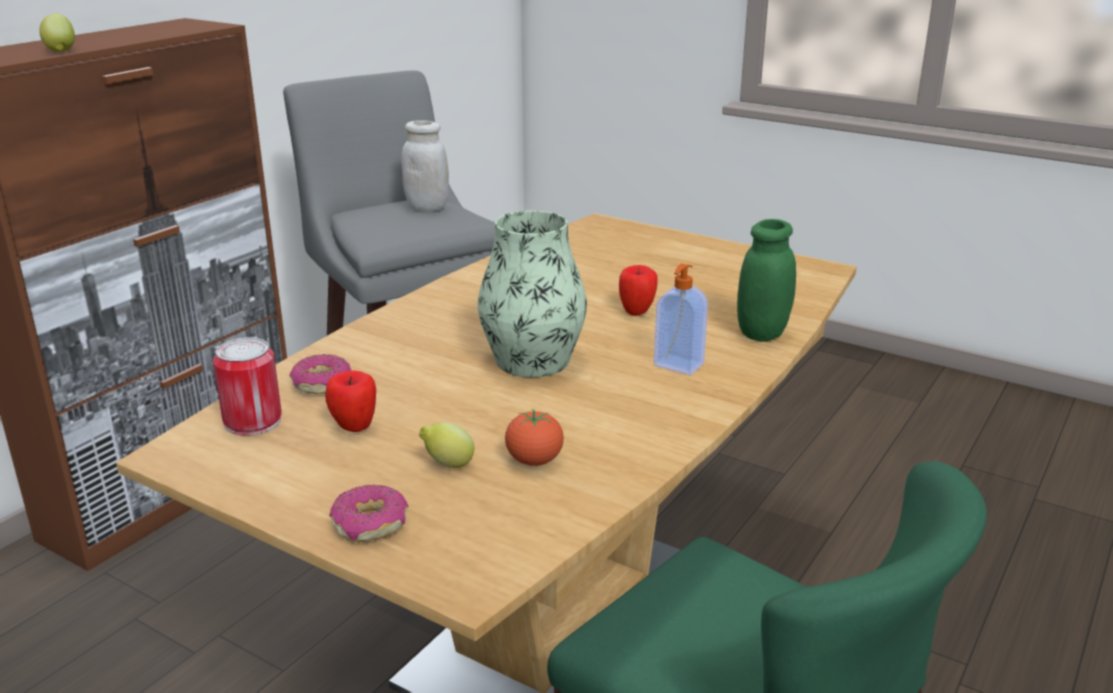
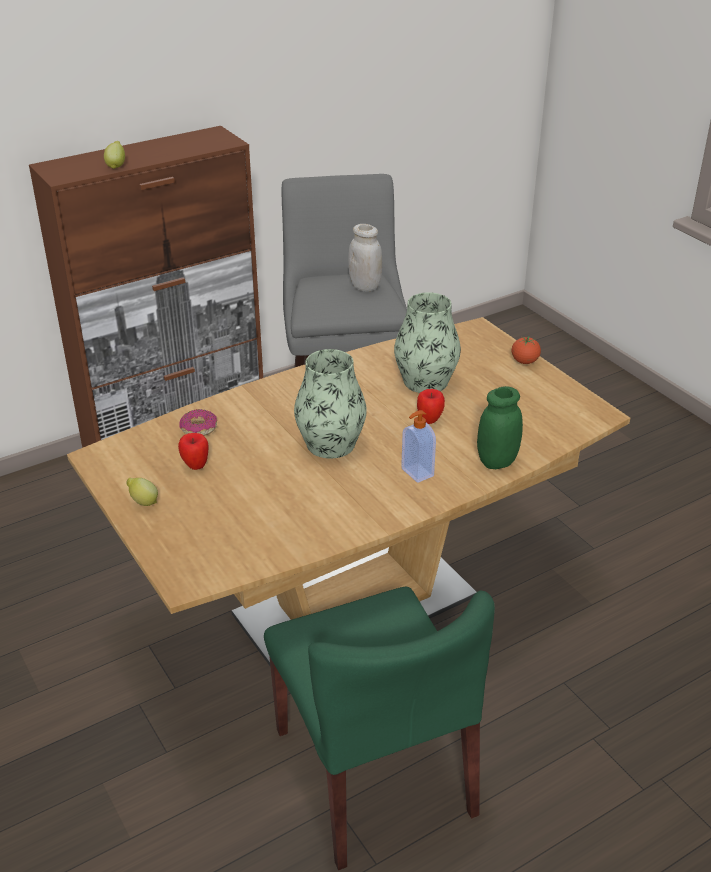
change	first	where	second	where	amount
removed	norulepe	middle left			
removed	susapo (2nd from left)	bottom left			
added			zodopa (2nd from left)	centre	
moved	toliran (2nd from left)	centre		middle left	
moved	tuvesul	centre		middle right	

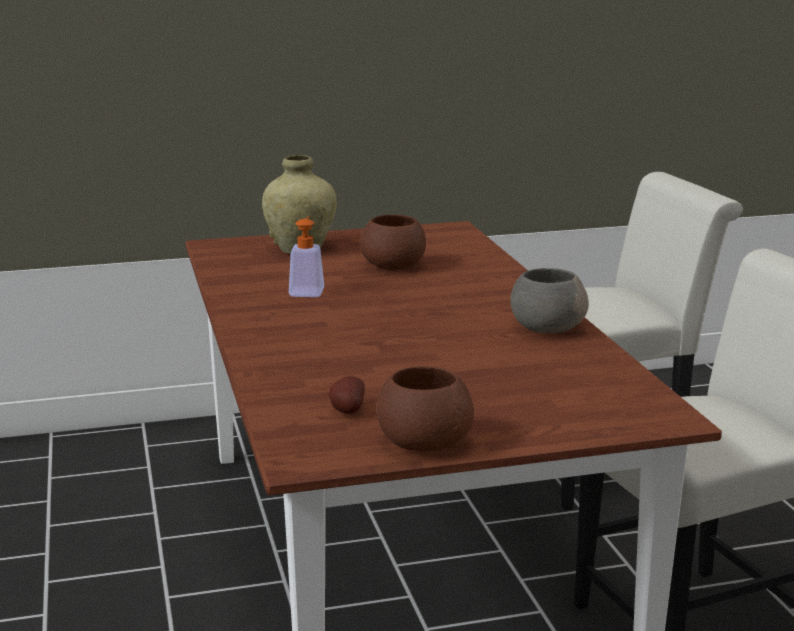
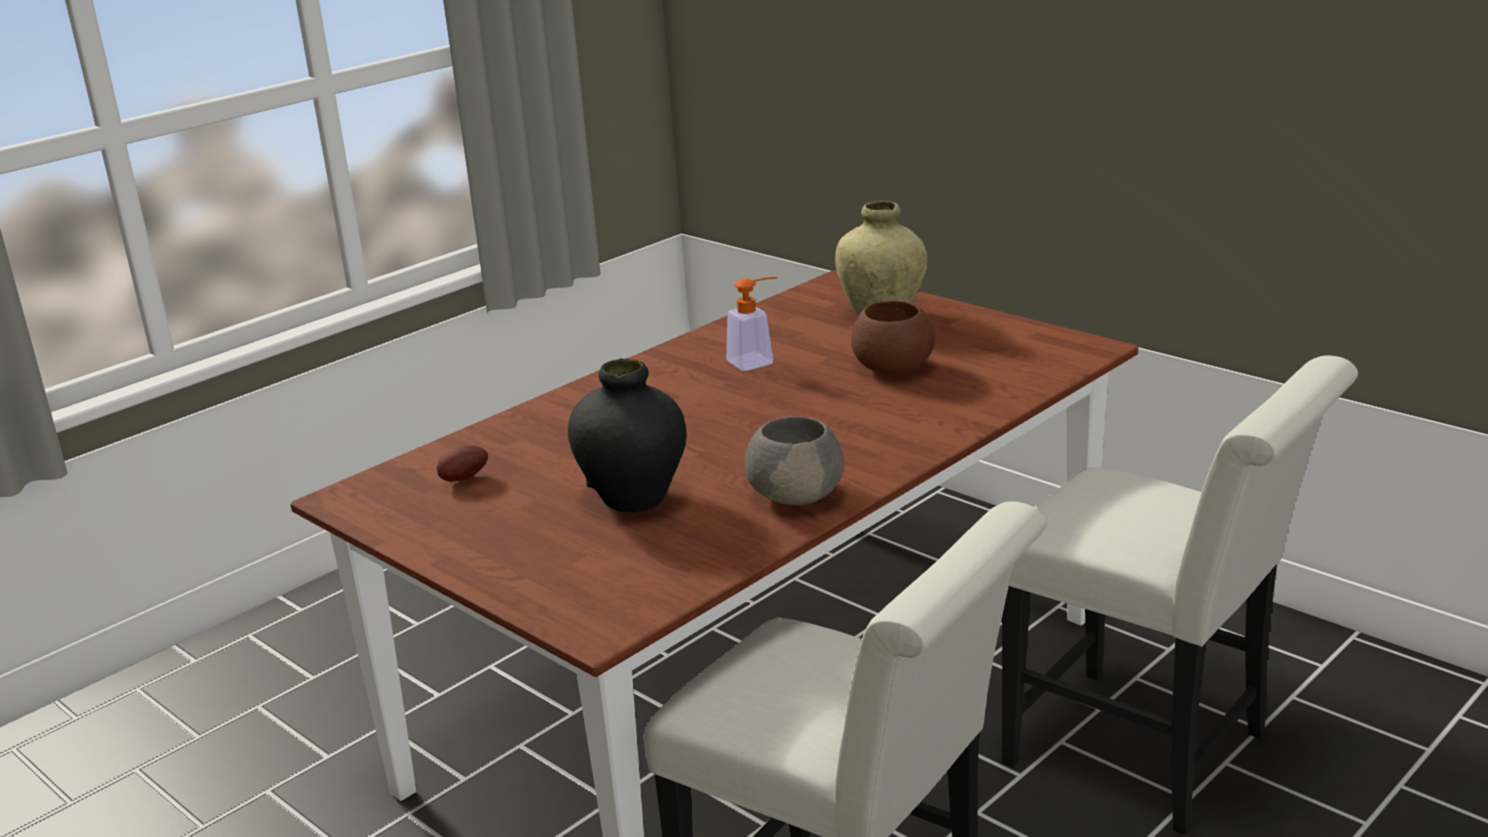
change	first	where	second	where	amount
removed	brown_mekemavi (2nd from left)	centre			
added			black_zodopa	centre	

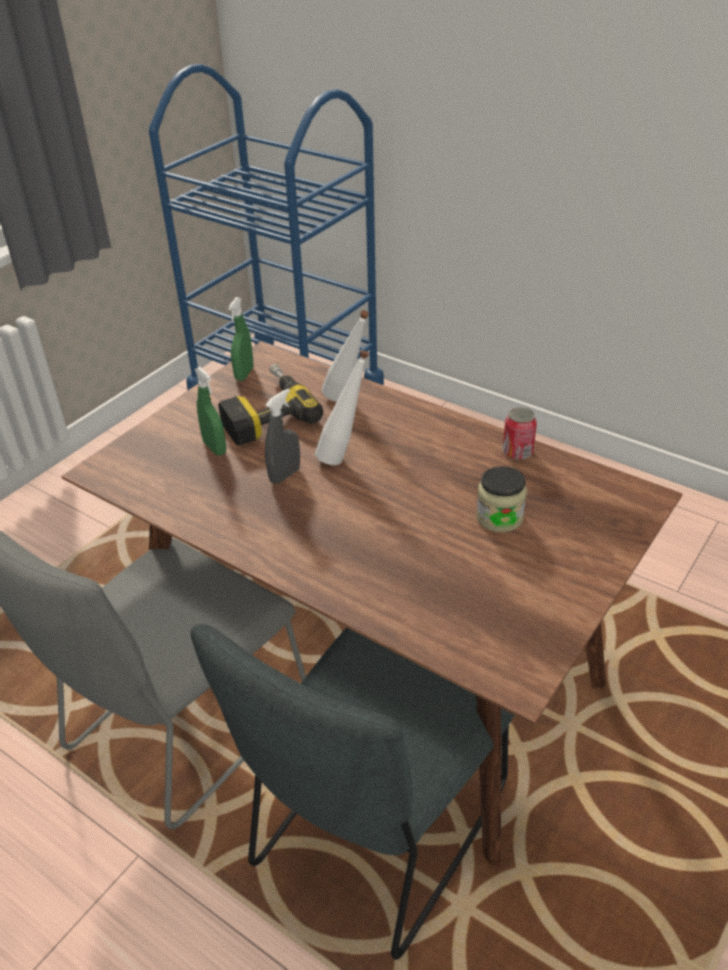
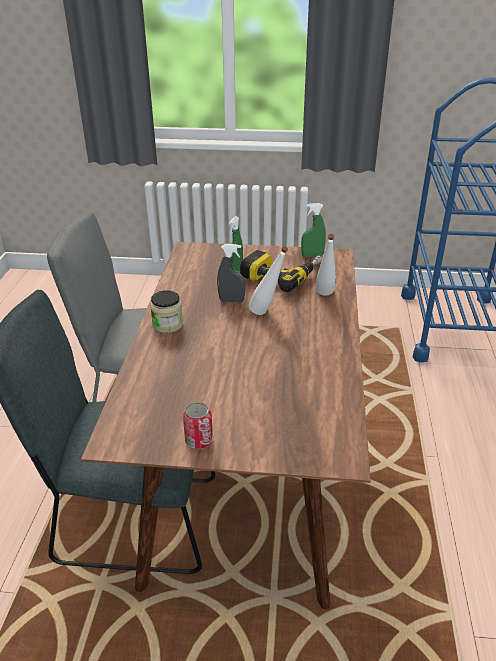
change	first	where	second	where	amount
moved	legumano	middle right		centre	
moved	norulepe	middle right		centre	

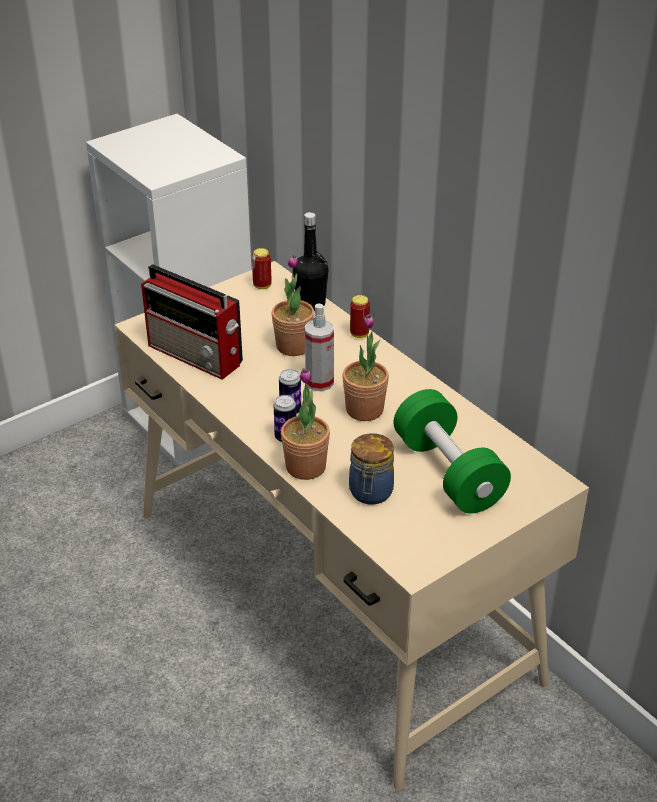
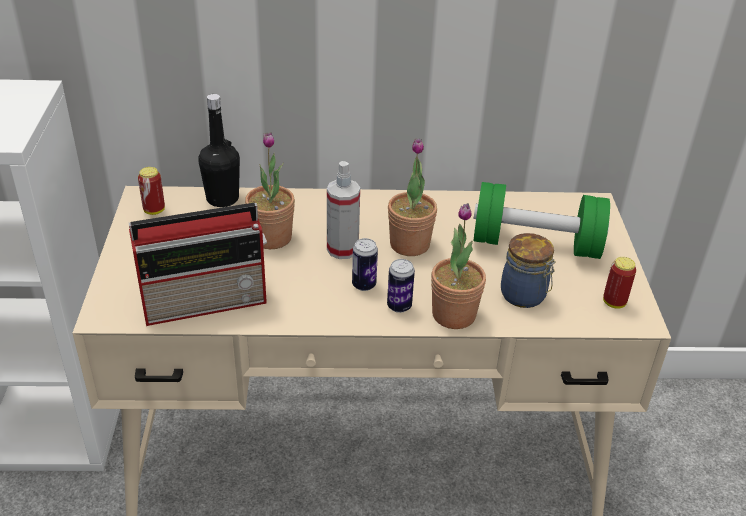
change	first	where	second	where	amount
moved	norulepe (4th from left)	centre		middle right	

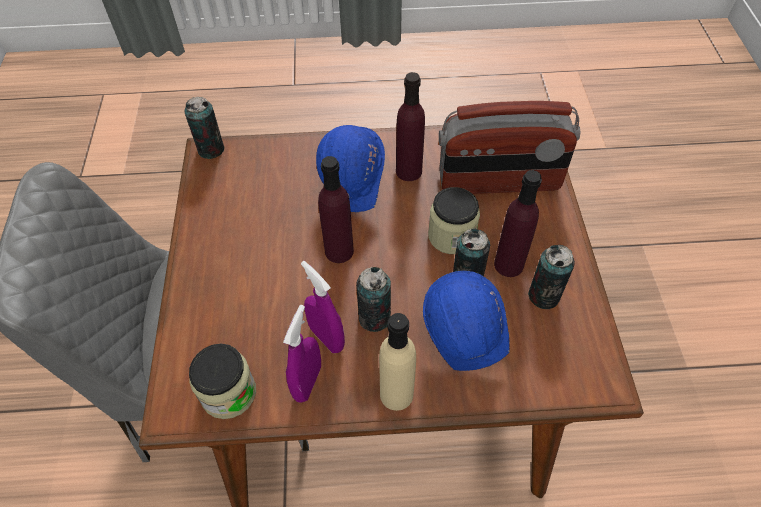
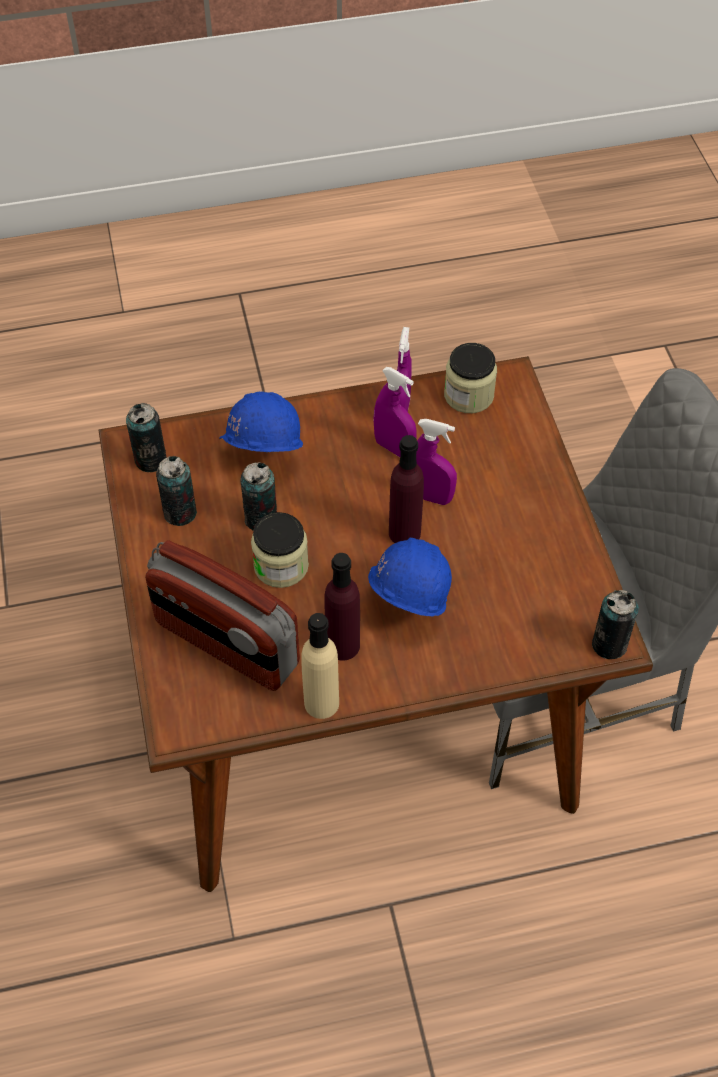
change	first	where	second	where	amount
removed	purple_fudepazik (3rd from left)	middle right			
added			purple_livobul (3rd from left)	centre	
moved	norulepe (2nd from left in the first image)	centre	norulepe (1st from left)	middle left	
moved	beige_fudepazik	bottom centre		centre	
turned	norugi	top right		middle left	135 degrees counterclockwise

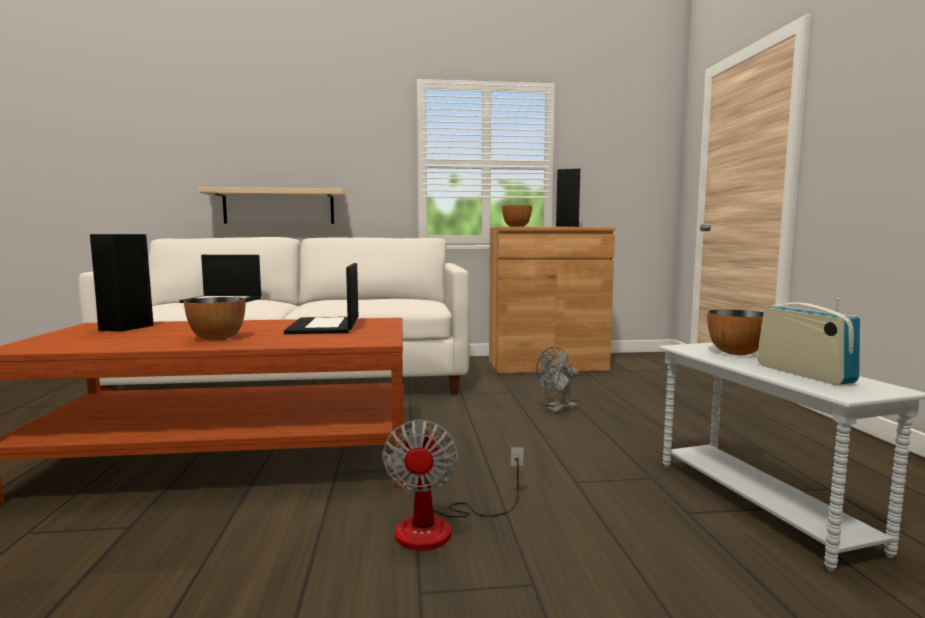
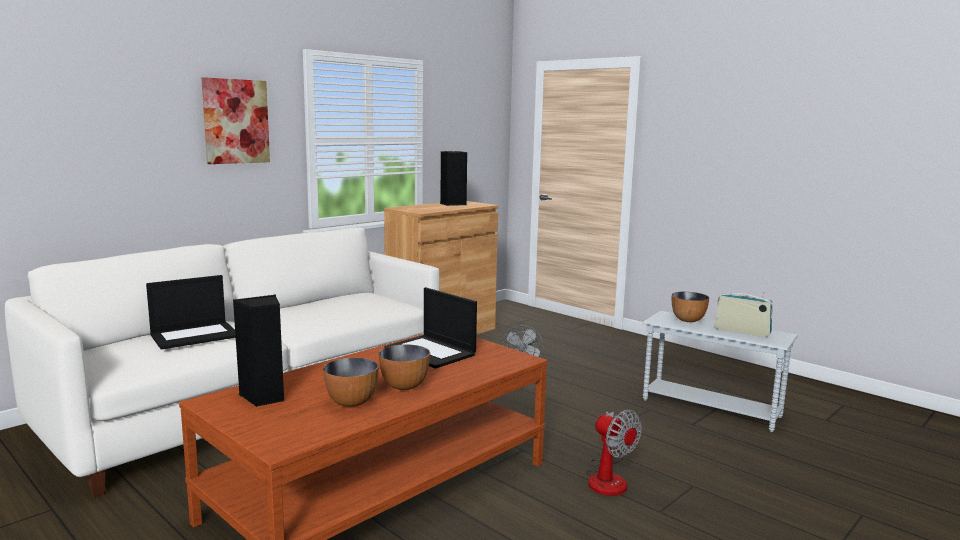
change	first	where	second	where	amount
removed	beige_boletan	top left			
added			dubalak	top left	
moved	mekemavi (2nd from left in the first image)	centre	mekemavi (1st from left)	bottom centre	

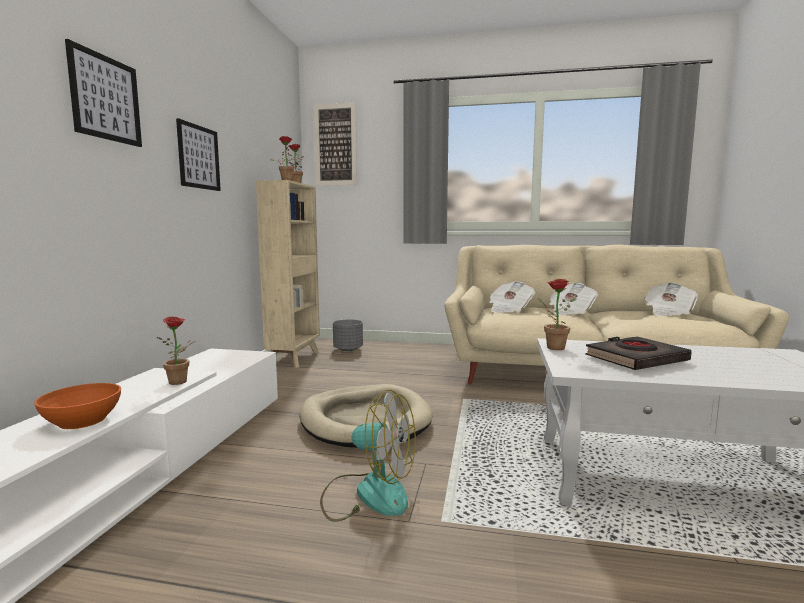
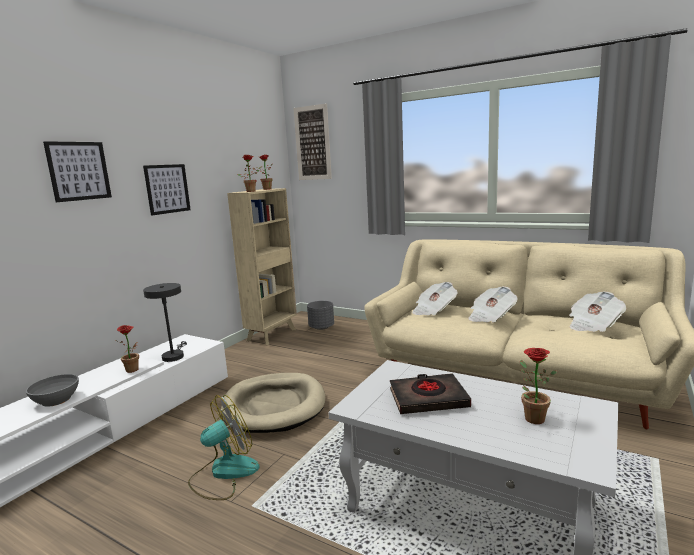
change	first	where	second	where	amount
added			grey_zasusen	middle left	
moved	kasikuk (4th from left)	middle right		bottom right	
recoloured	orange_mekemavi	bottom left	grey_mekemavi	bottom left	
turned	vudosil	bottom centre		bottom left	75 degrees counterclockwise

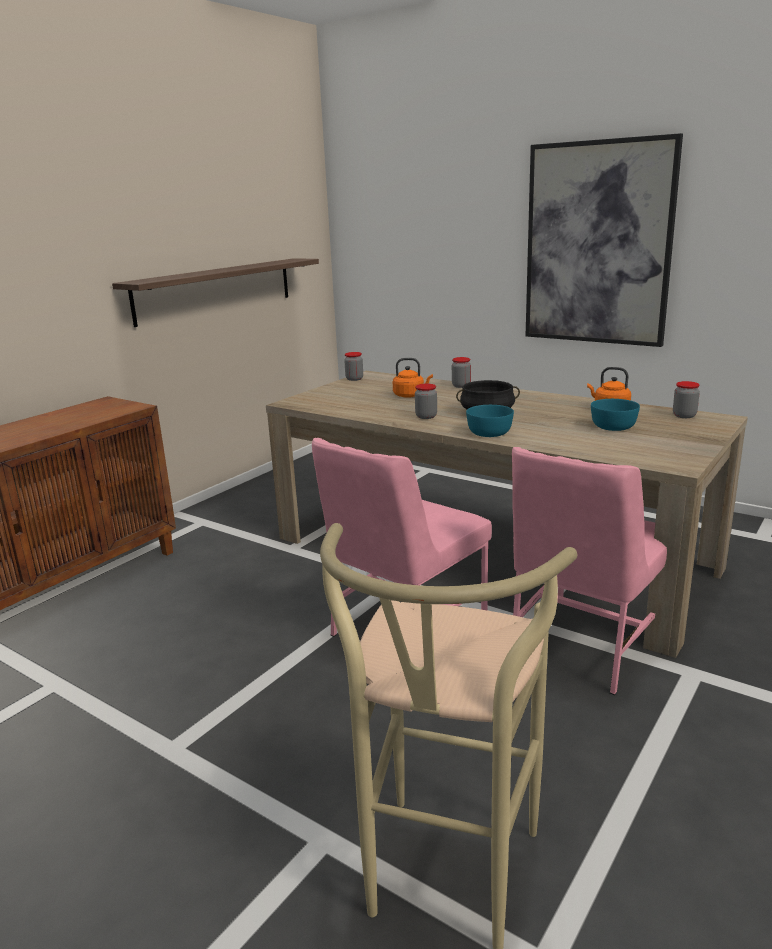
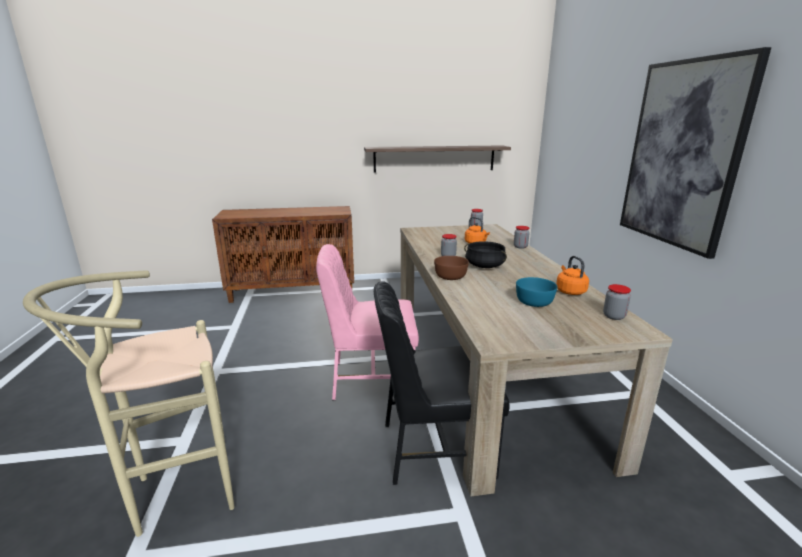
change	first	where	second	where	amount
recoloured	turquoise_mekemavi (1st from left)	centre	brown_mekemavi	centre	
recoloured	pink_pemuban (2nd from left)	middle right	black_pemuban	bottom centre	

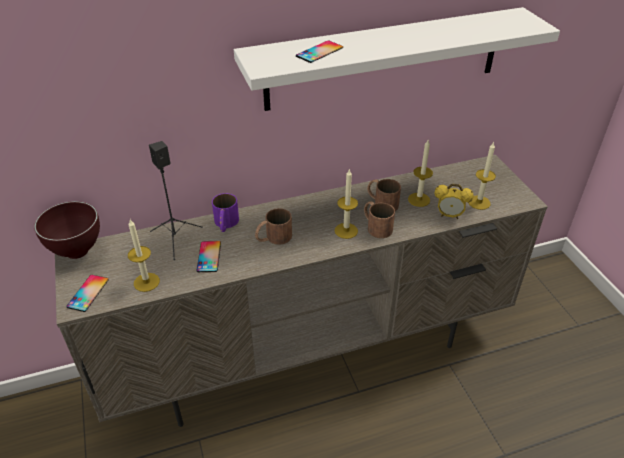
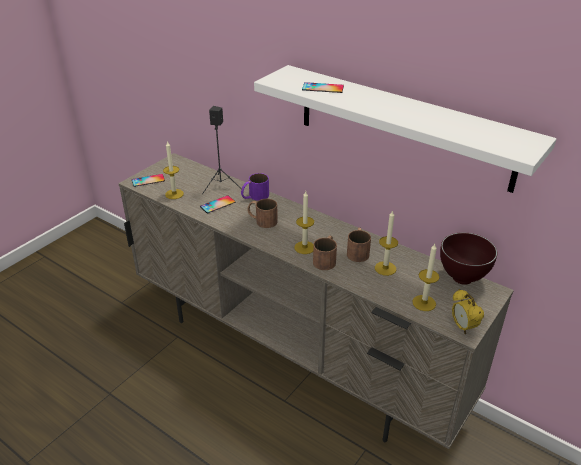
change	first	where	second	where	amount
moved	brown_mekemavi	middle left		middle right	
moved	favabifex	middle right		bottom right	

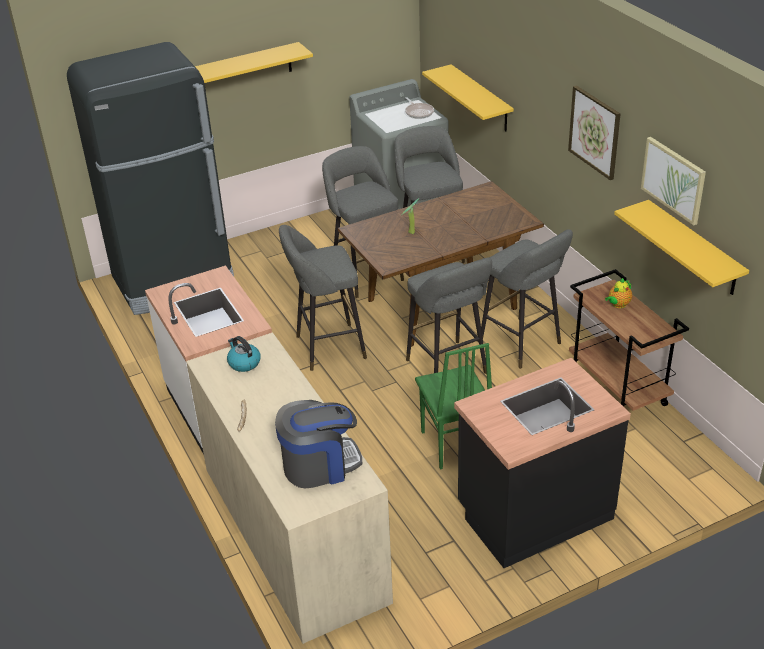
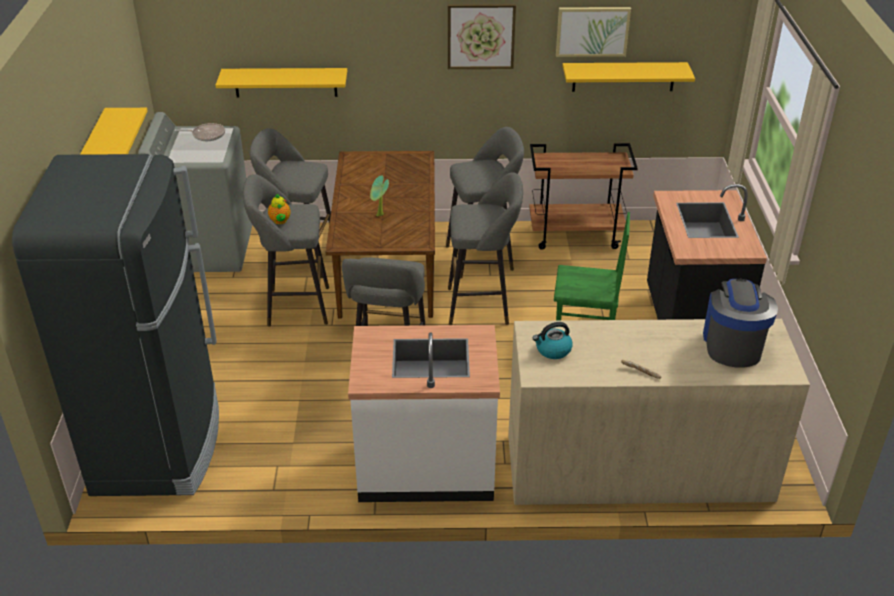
change	first	where	second	where	amount
moved	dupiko	middle right		middle left	

